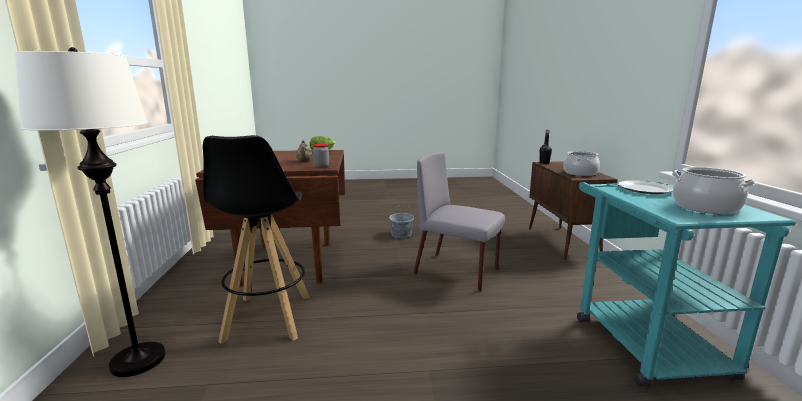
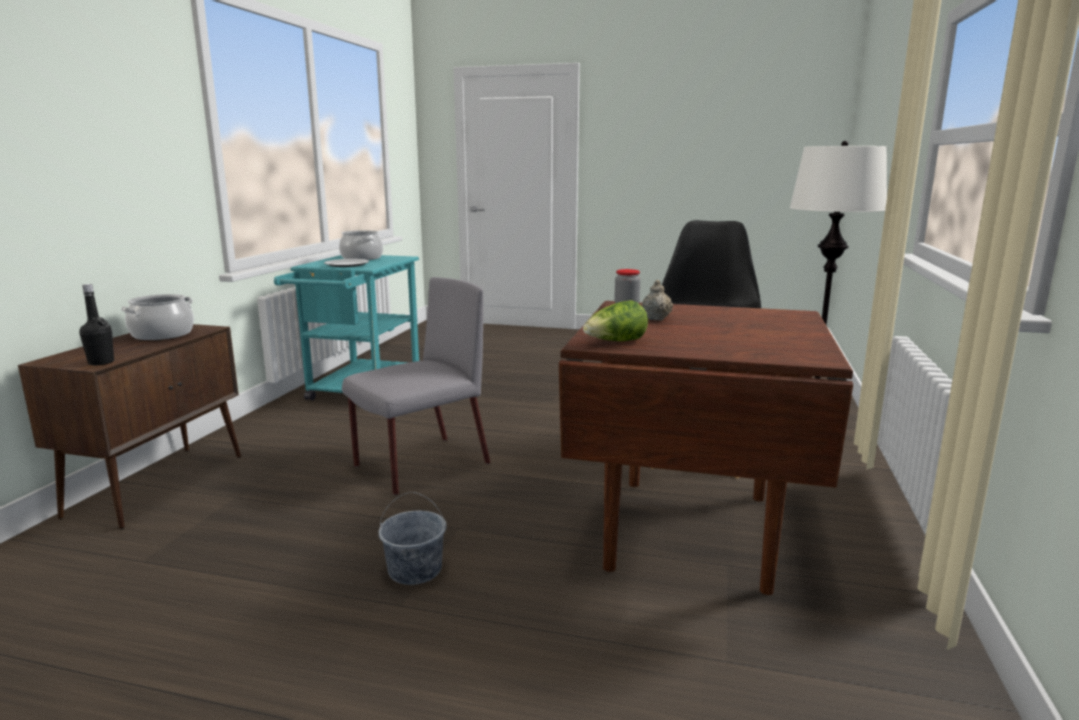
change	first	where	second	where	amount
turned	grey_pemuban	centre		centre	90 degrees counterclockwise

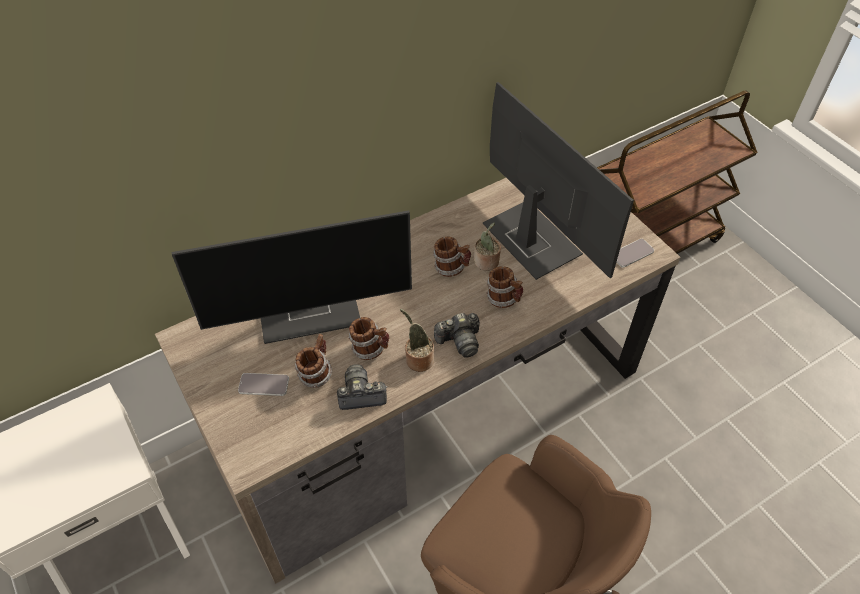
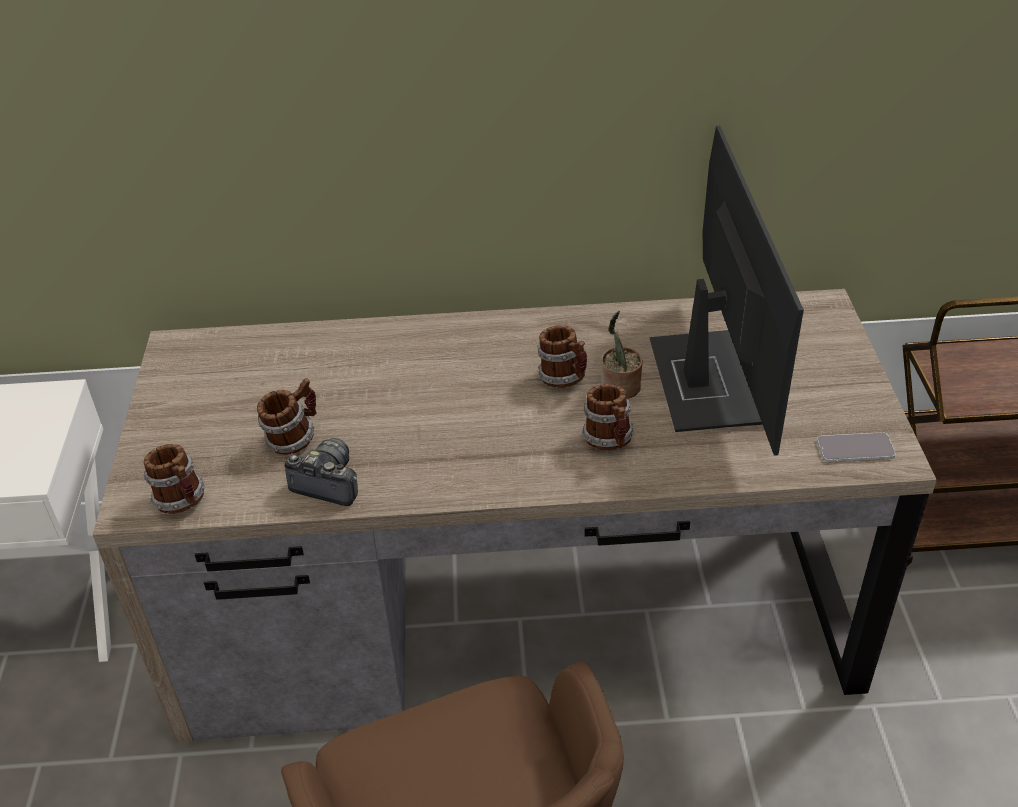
change	first	where	second	where	amount
removed	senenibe (1st from left)	centre			
removed	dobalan (1st from left)	middle left			
removed	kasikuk (1st from left)	centre			
removed	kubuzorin (2nd from left)	centre			
moved	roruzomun (2nd from left in the first image)	centre	roruzomun (1st from left)	middle left	

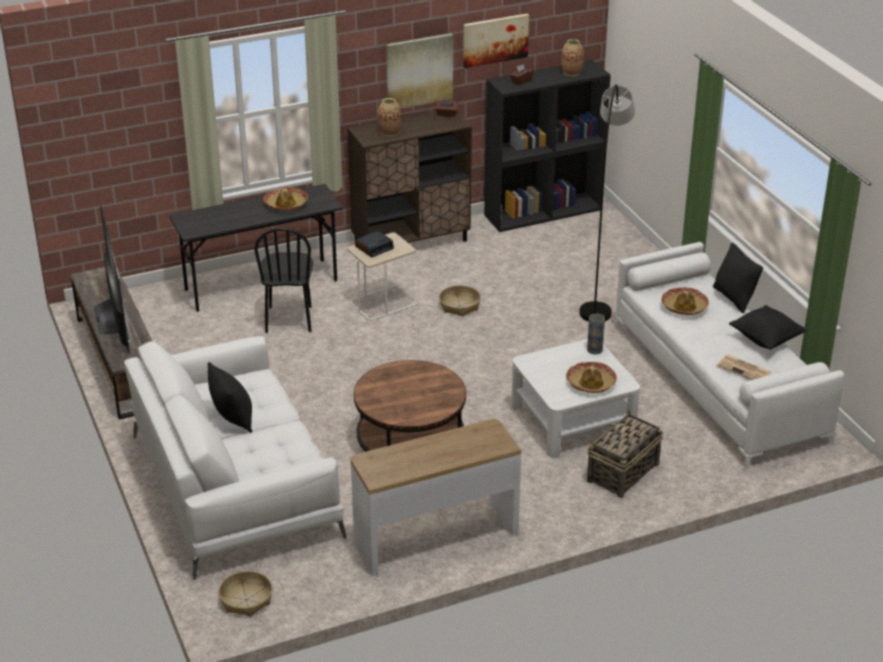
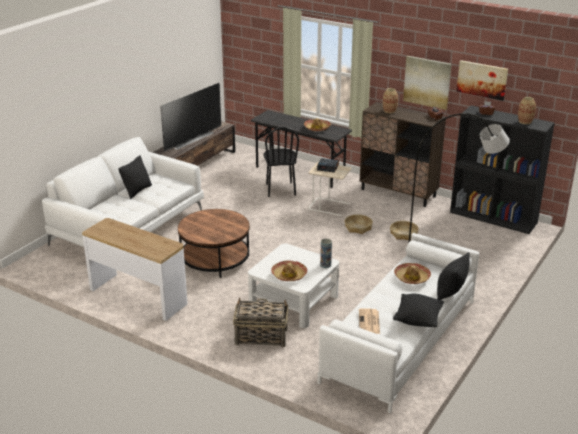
change	first	where	second	where	amount
moved	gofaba (1st from left in the first image)	bottom left	gofaba (3rd from left)	middle right	
turned	black_pemuban	middle left		centre	60 degrees counterclockwise

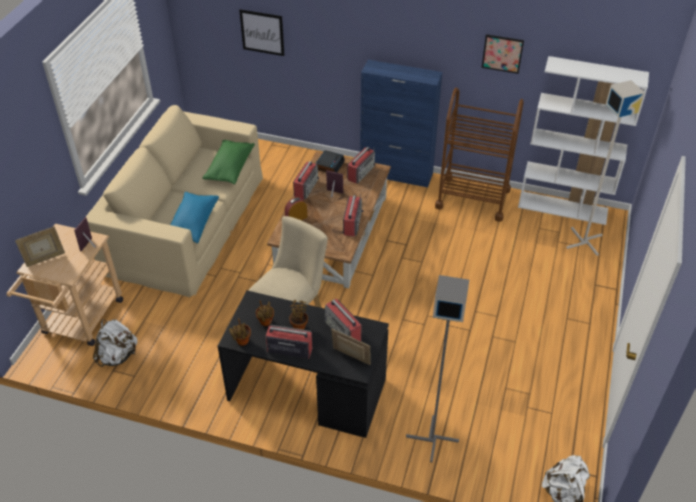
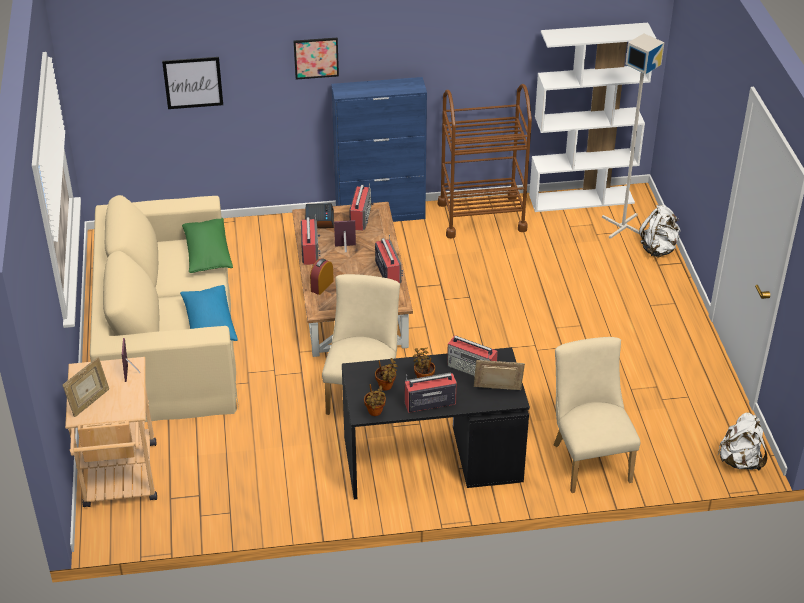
change	first	where	second	where	amount
moved	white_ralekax (1st from left)	bottom left		middle right	
moved	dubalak (2nd from left)	top right		top centre	
replaced	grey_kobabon (1st from left)	bottom centre	beige_pemuban (2nd from left)	bottom right	

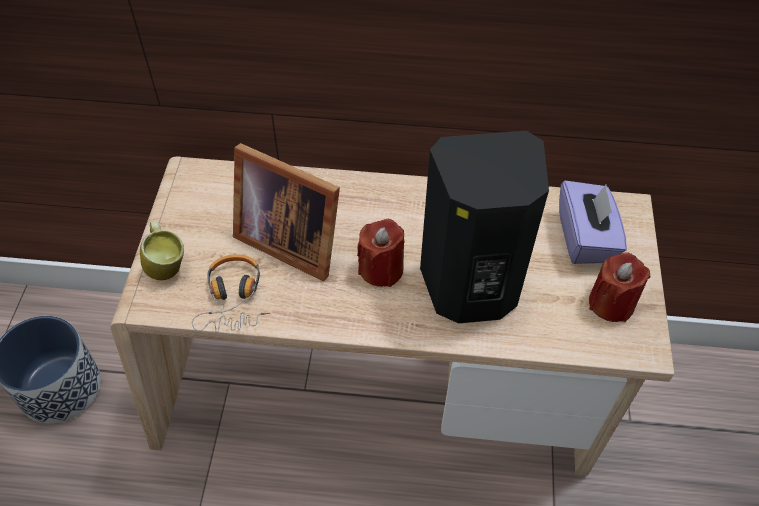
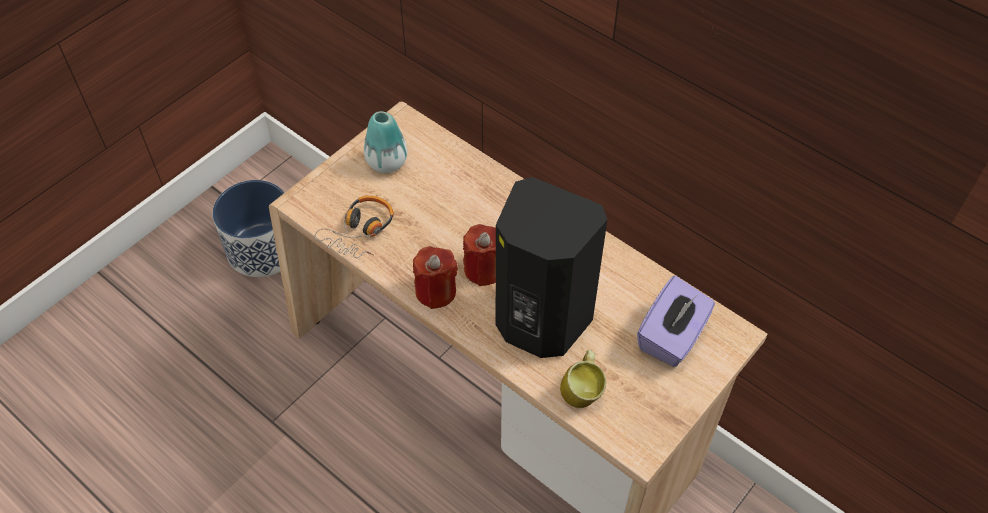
change	first	where	second	where	amount
removed	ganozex	centre			
added			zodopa	top centre	
moved	roruzomun	middle left		bottom centre	
moved	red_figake (2nd from left in the first image)	middle right	red_figake (1st from left)	centre	

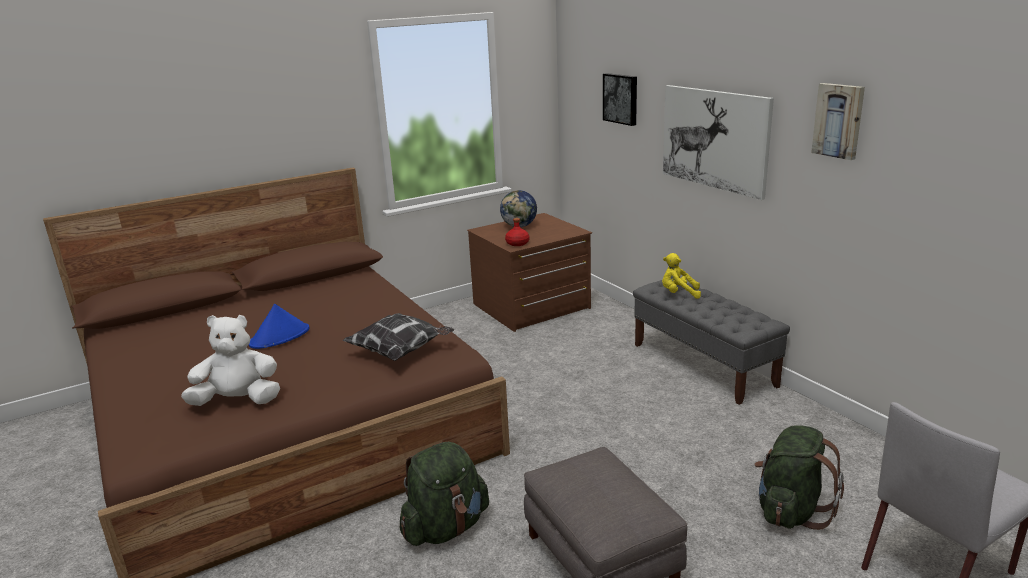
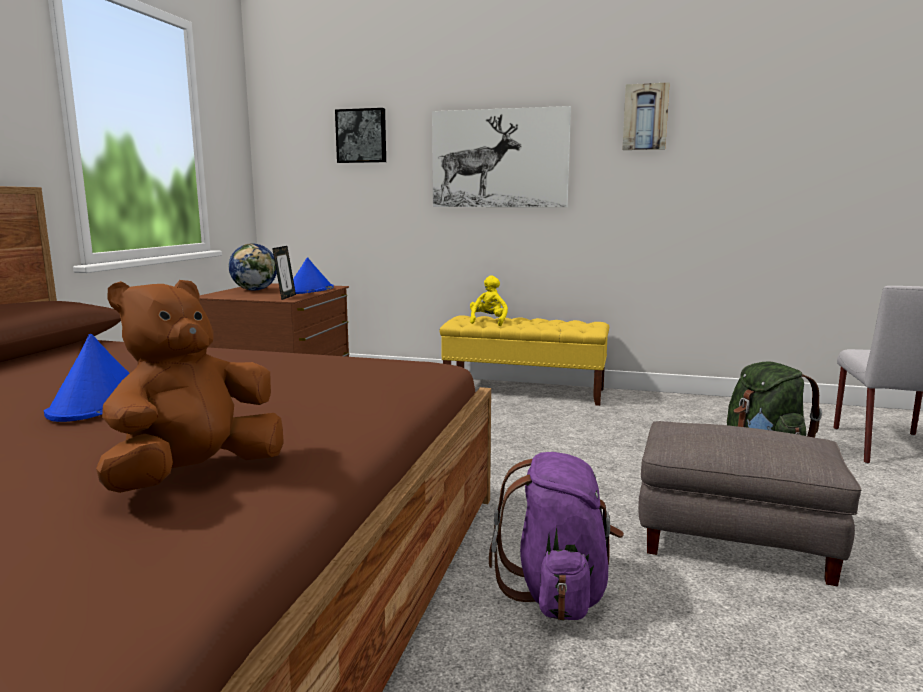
change	first	where	second	where	amount
removed	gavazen	centre			
added			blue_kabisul (2nd from left)	centre	
replaced	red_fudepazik	centre	ganozex	middle left	
recoloured	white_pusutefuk	middle left	brown_pusutefuk	middle left	
recoloured	green_ralekax (1st from left)	bottom centre	purple_ralekax	bottom centre	
recoloured	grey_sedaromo	middle right	yellow_sedaromo	centre	
turned	yellow_pusutefuk	centre		centre	135 degrees clockwise

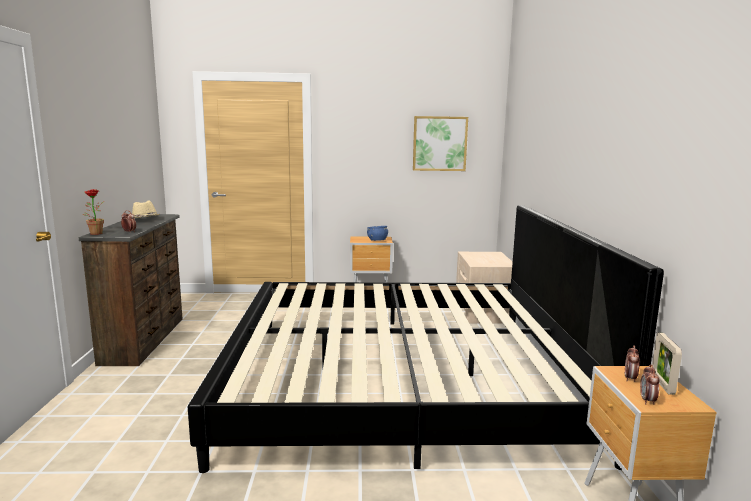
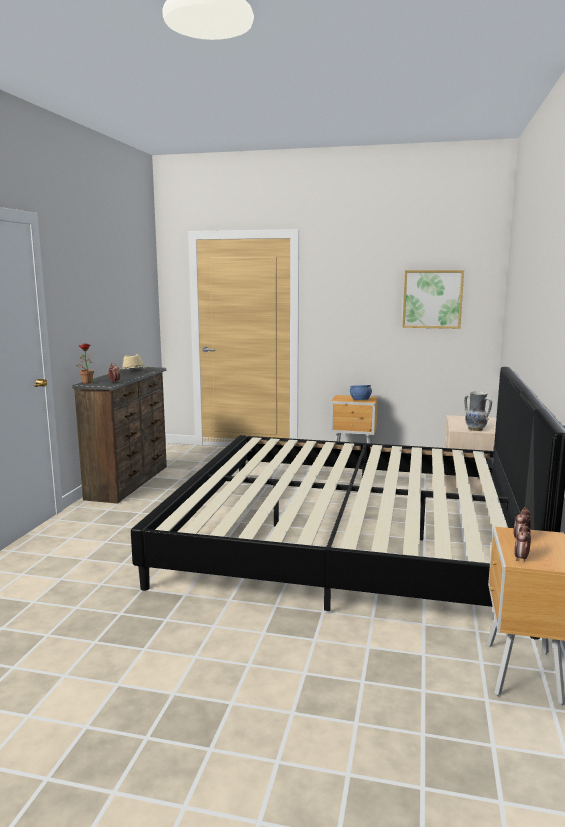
change	first	where	second	where	amount
removed	ganozex	bottom right			
added			zodopa	middle right	

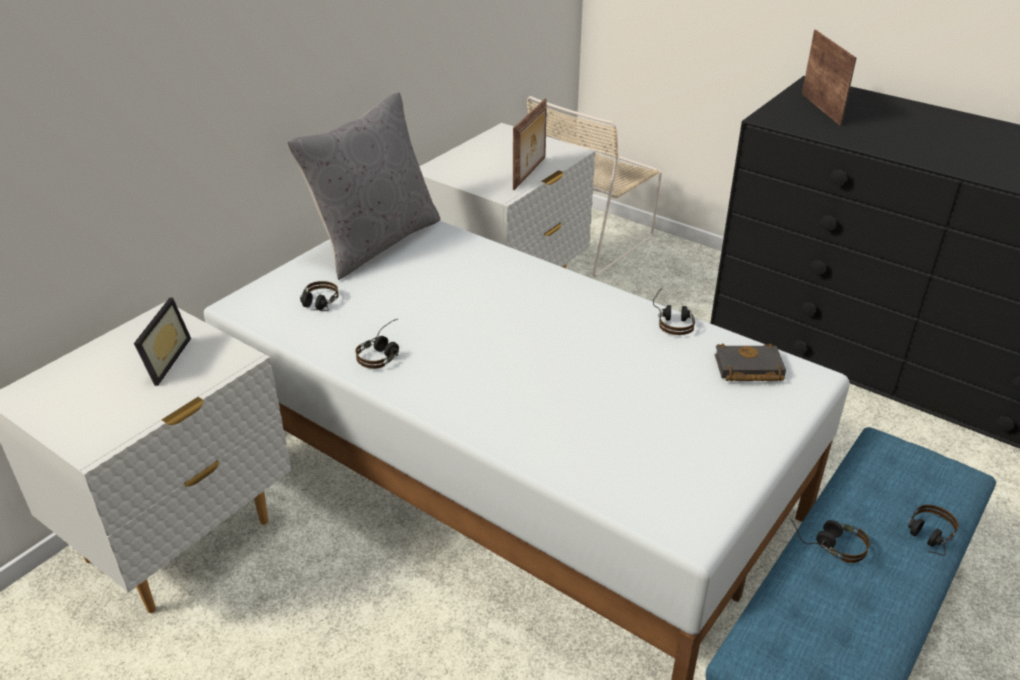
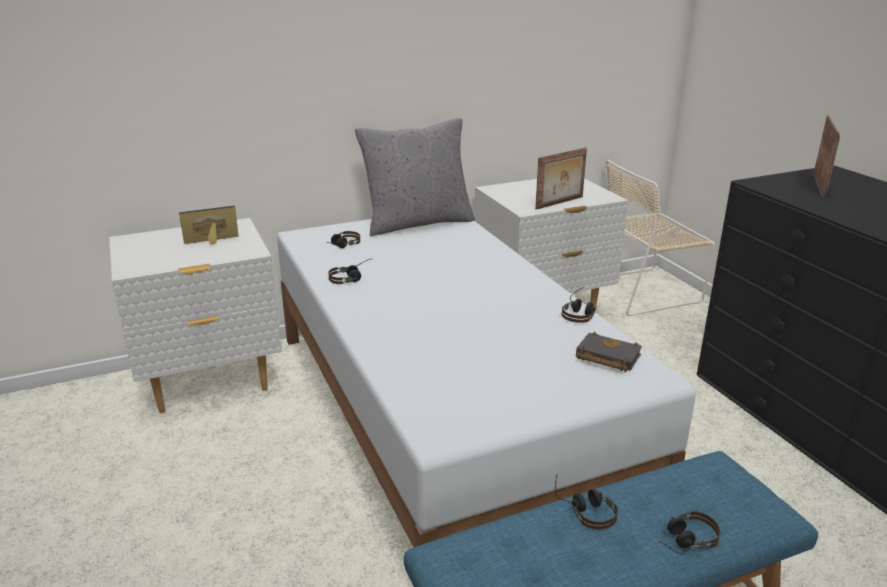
change	first	where	second	where	amount
turned	ganozex (1st from left)	middle left		middle left	150 degrees counterclockwise

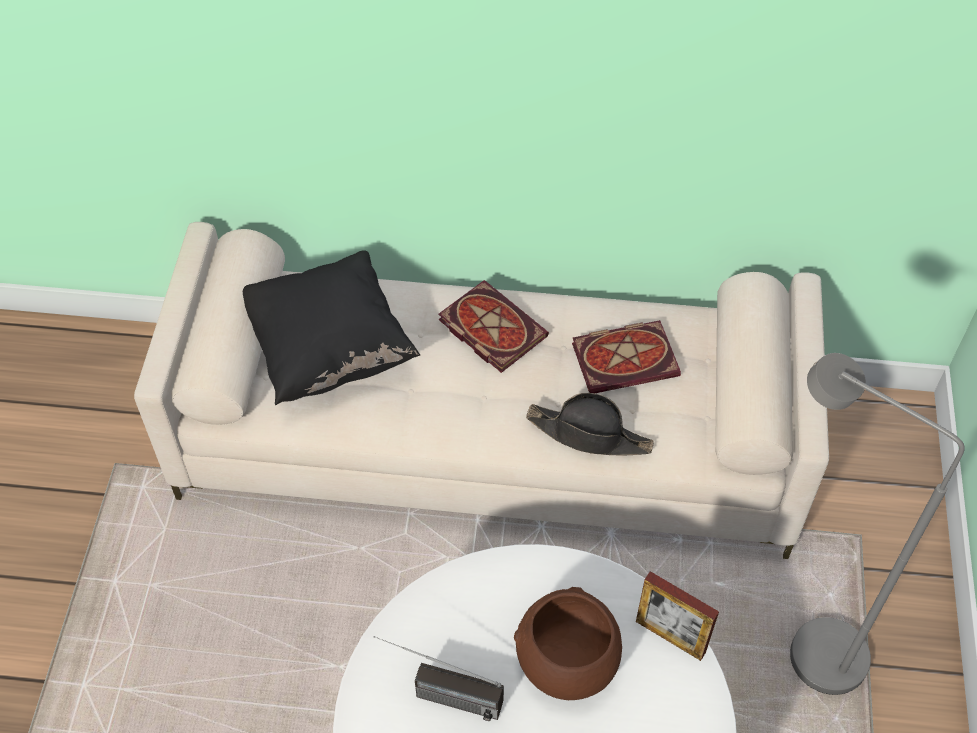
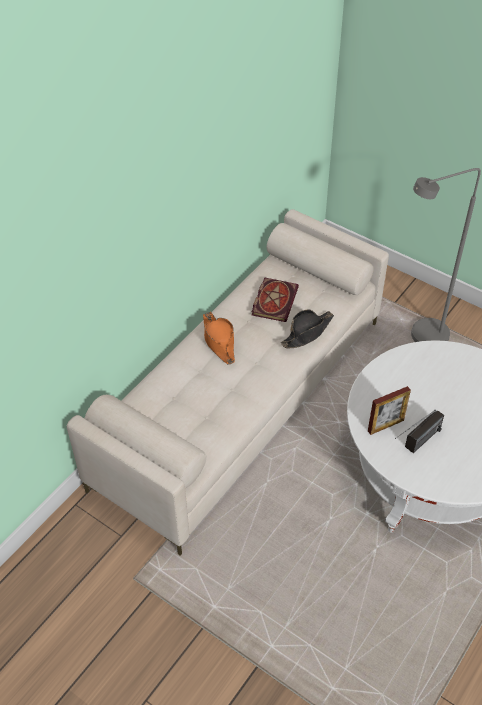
change	first	where	second	where	amount
removed	black_gavazen	centre			
removed	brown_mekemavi	bottom centre			
moved	ganozex	bottom right		middle right	
replaced	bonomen (1st from left)	centre	orange_kabisul	centre	

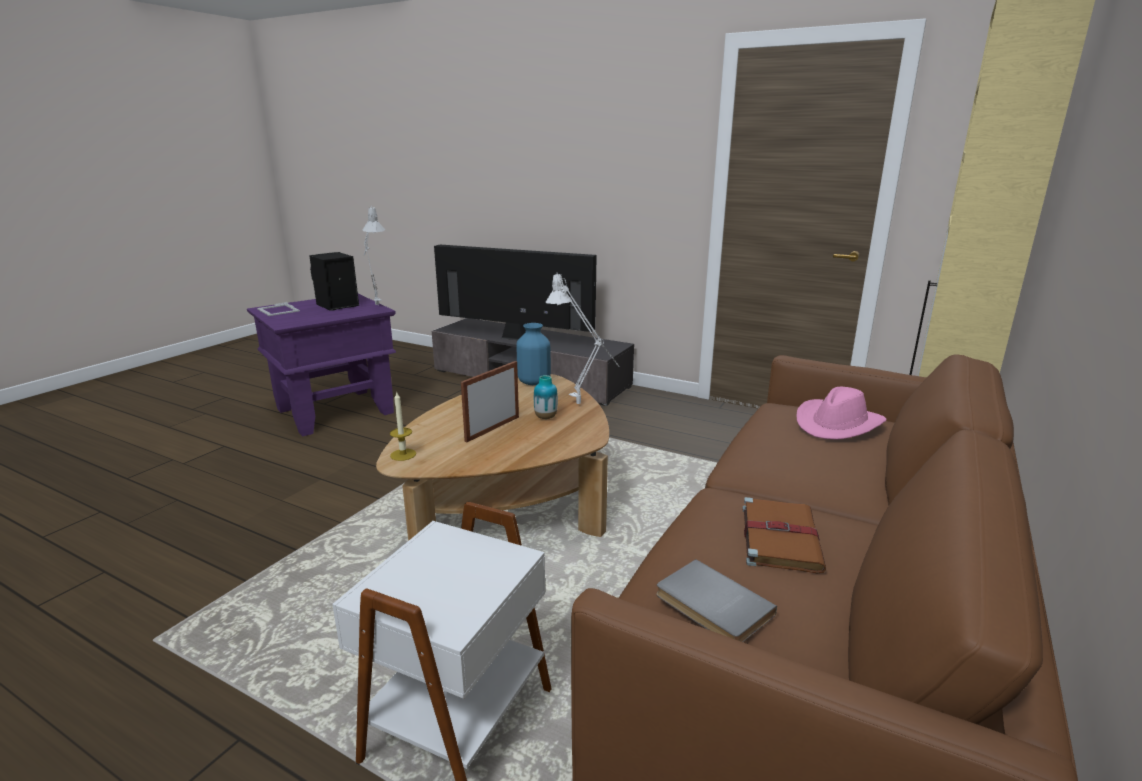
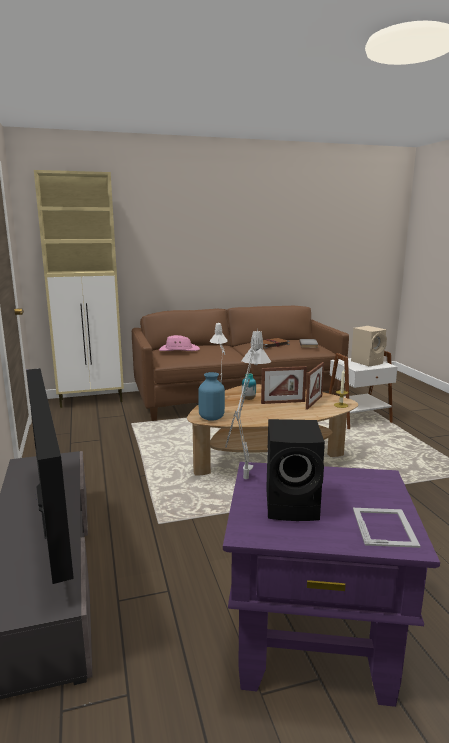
change	first	where	second	where	amount
added			ganozex (2nd from left)	middle right	
added			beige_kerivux	middle right	

